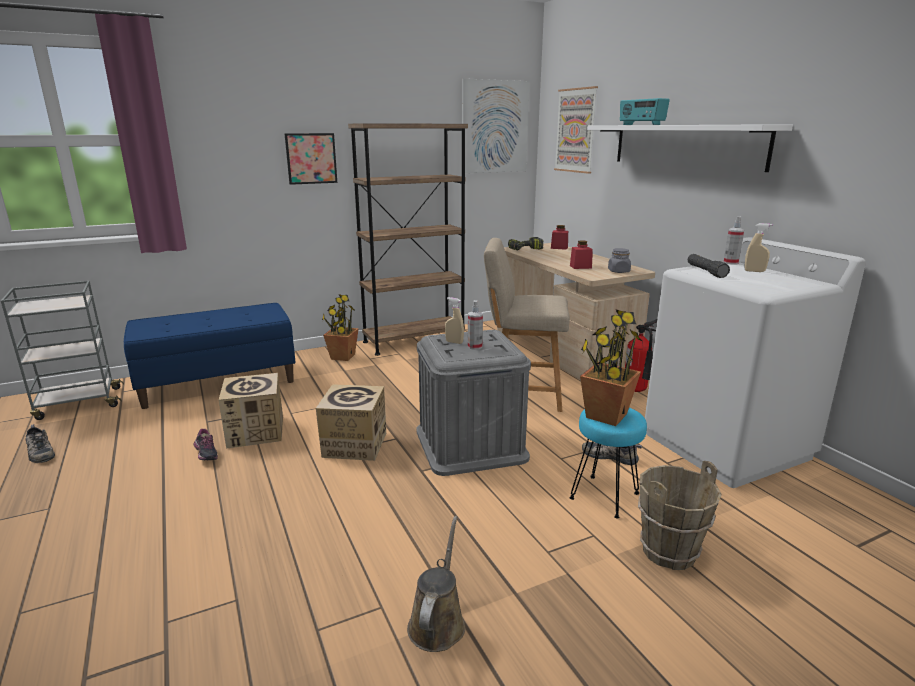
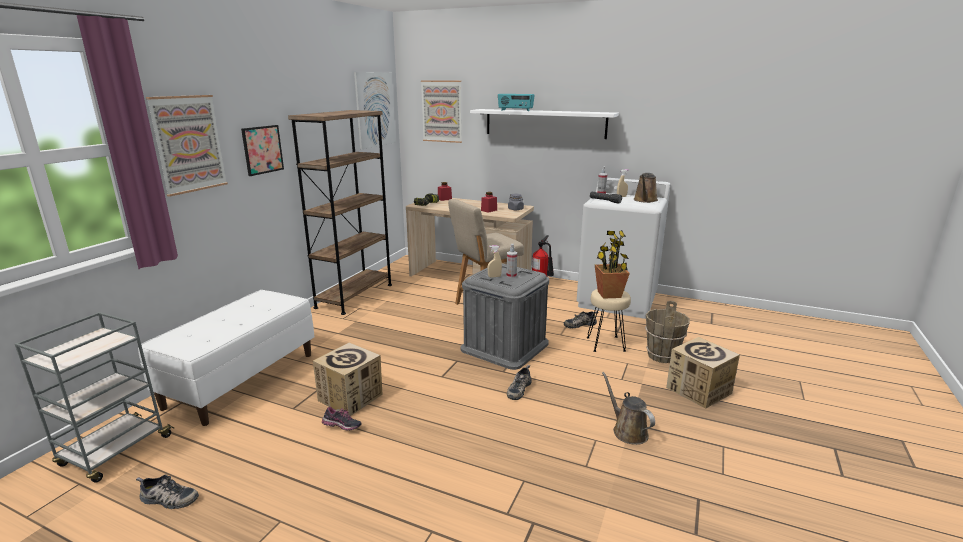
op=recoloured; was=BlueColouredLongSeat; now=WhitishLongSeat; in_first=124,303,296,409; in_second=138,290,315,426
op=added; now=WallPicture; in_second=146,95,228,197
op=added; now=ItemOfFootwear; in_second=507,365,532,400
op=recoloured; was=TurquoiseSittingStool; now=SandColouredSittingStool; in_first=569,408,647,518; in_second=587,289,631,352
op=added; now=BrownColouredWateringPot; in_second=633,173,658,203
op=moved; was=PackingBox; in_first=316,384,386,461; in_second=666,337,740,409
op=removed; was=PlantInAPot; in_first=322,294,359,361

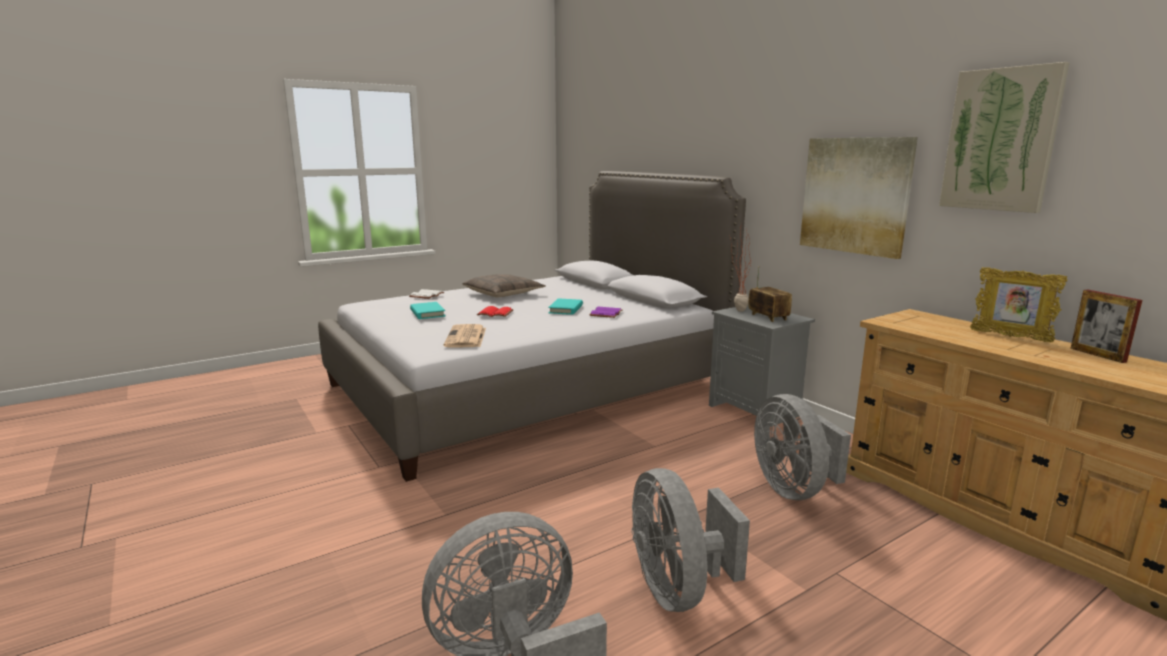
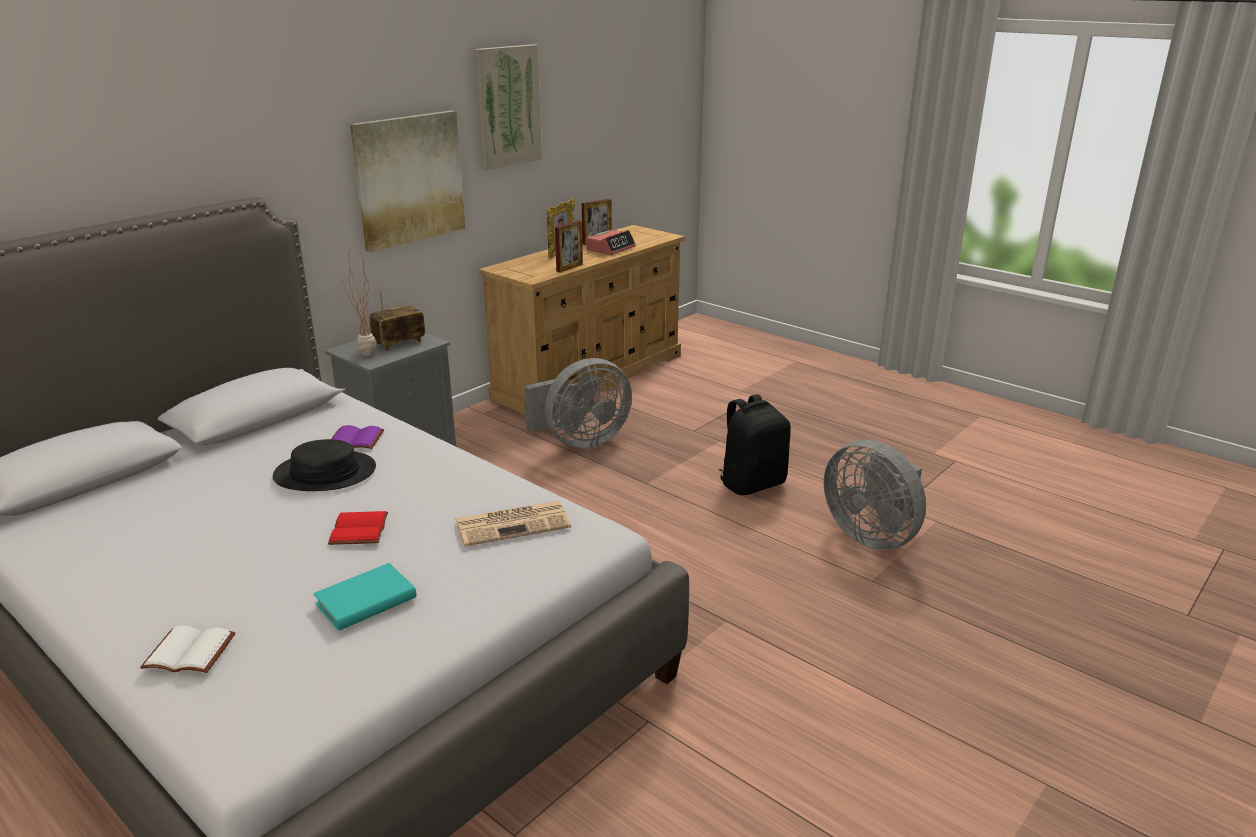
op=replaced; was=TurquoiseVolume; now=BlackishWearableHat; in_first=548,298,583,315; in_second=273,439,376,491
op=added; now=PhotoFrame; in_second=555,220,583,273
op=added; now=TableClock; in_second=586,230,636,255
op=replaced; was=GreyFan; now=BlackishBackpack; in_first=631,468,750,612; in_second=719,394,791,495
op=removed; was=Pillow; in_first=462,274,546,298

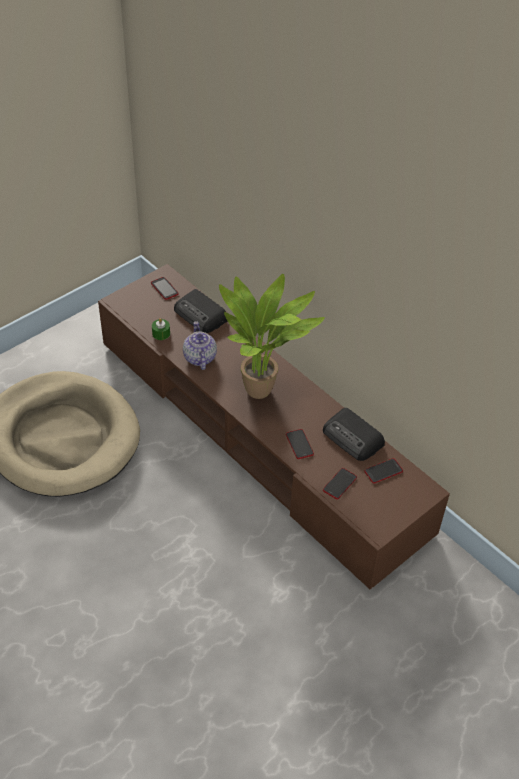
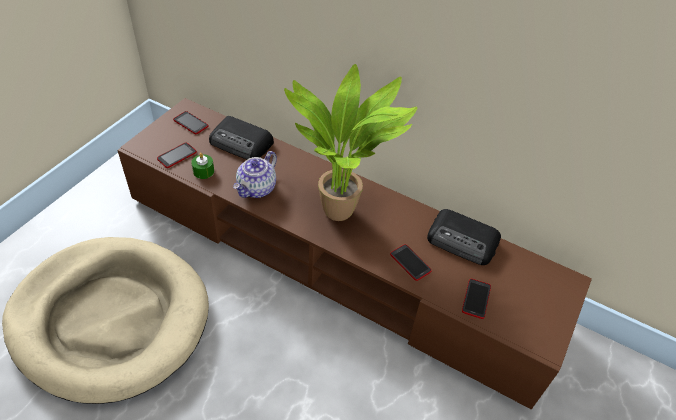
op=moved; was=Telephone; in_first=364,458,403,484; in_second=157,143,197,168
op=turned; was=Teapot; in_first=183,321,217,370; in_second=233,151,277,198; clockwise=-120

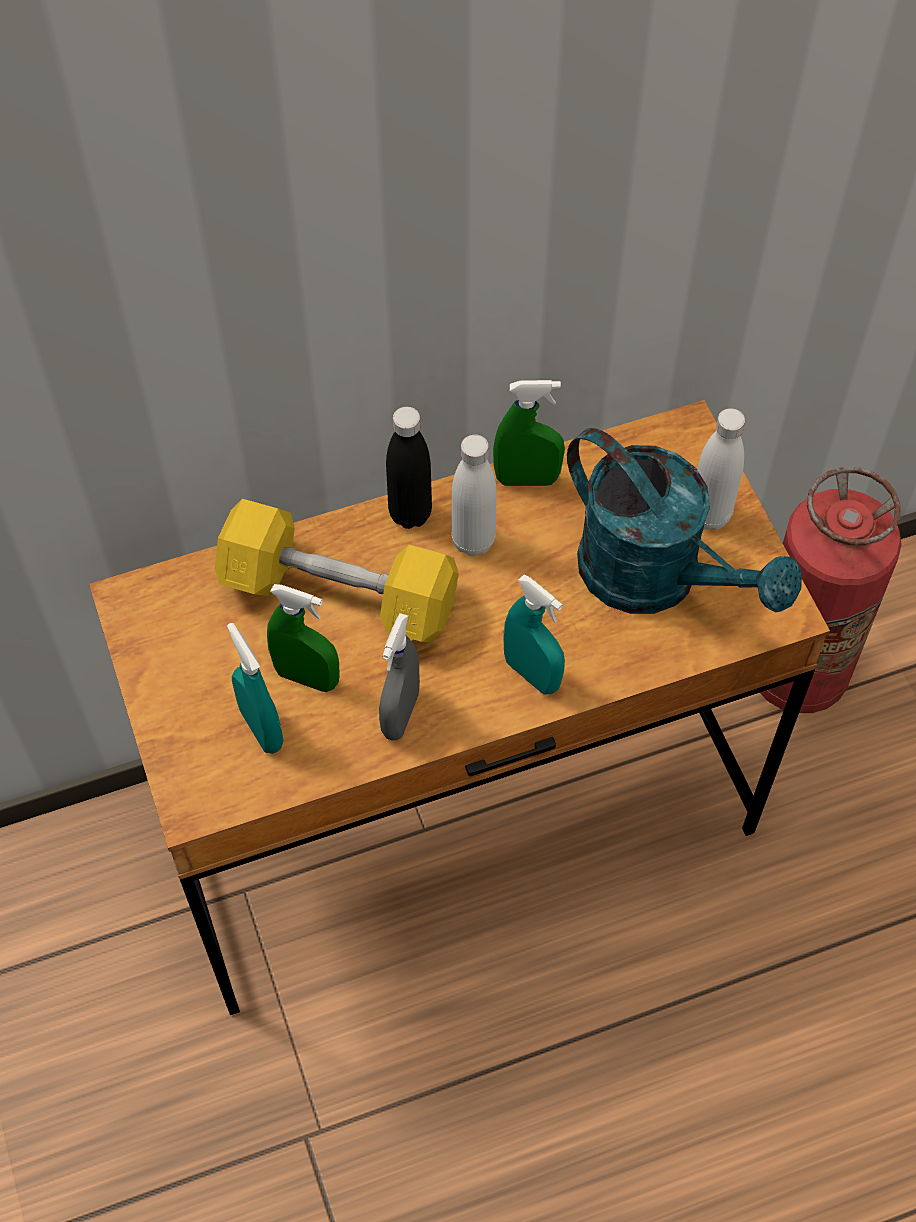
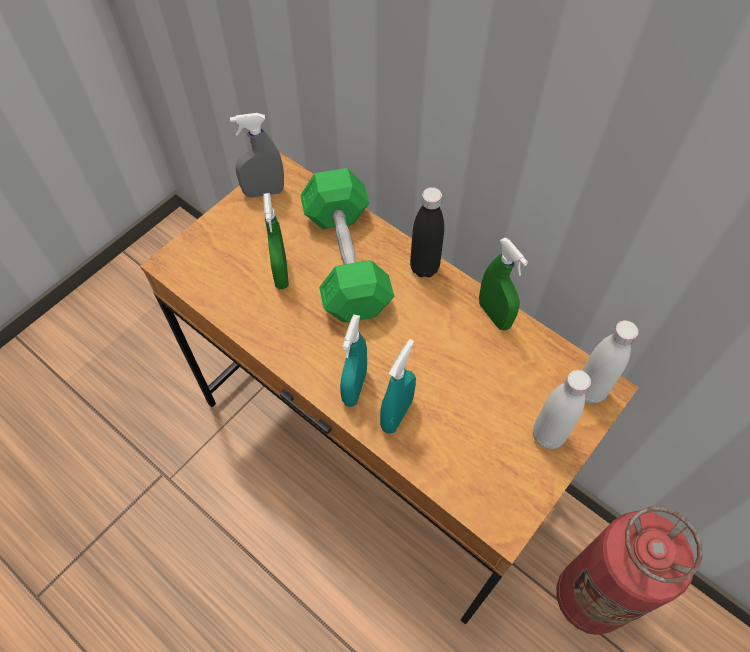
op=moved; was=GreySprayBottle; in_first=379,613,420,741; in_second=230,113,284,198
op=recoloured; was=YellowColouredDumbbell; now=GreenColouredDumbbell; in_first=215,499,459,642; in_second=300,168,395,322
op=moved; was=TurquoiseSprayBottle; in_first=227,623,283,754; in_second=380,339,416,434
op=moved; was=WhitishBottle; in_first=451,435,497,556; in_second=582,320,639,403
op=removed; was=TurquoiseWateringPot; in_first=567,428,802,614

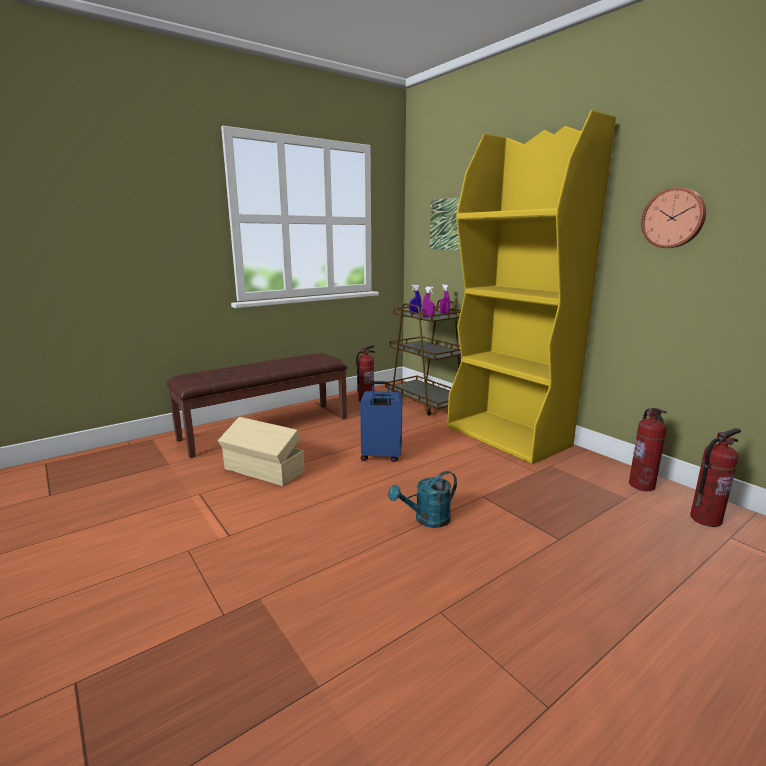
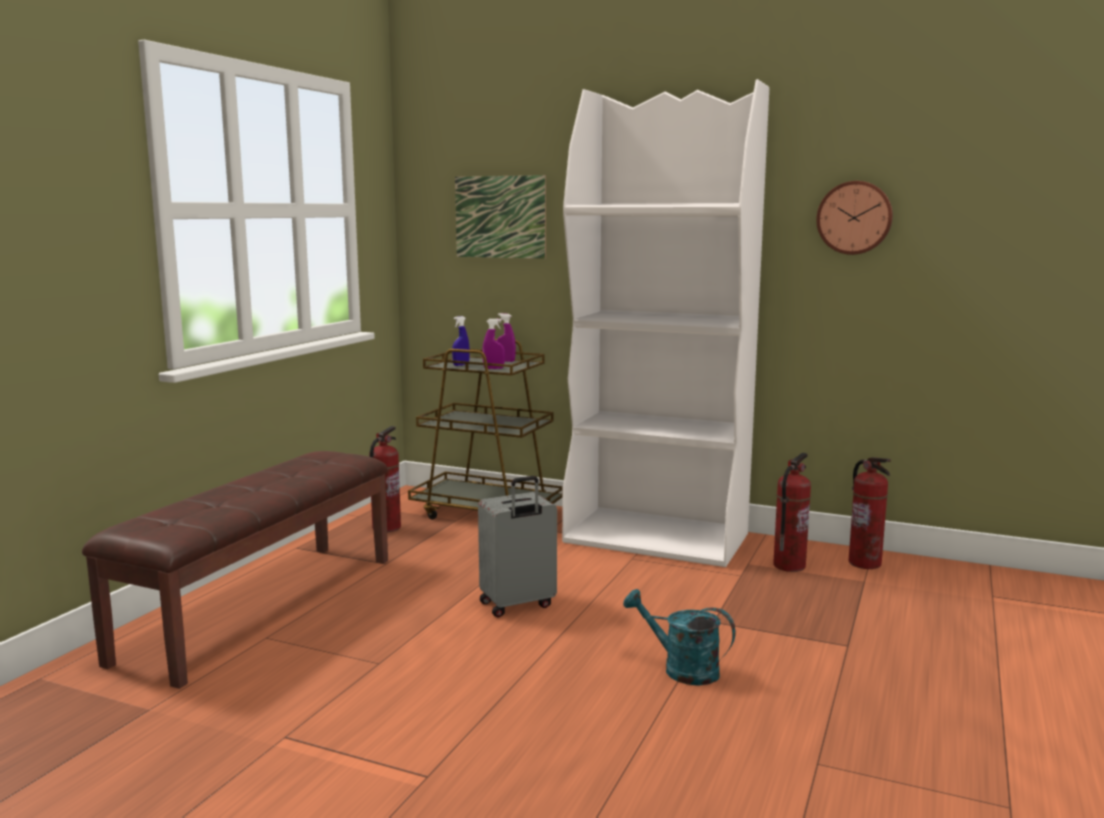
op=recoloured; was=BlueColouredPieceOfLuggage; now=GreyPieceOfLuggage; in_first=360,381,402,462; in_second=478,476,557,617
op=recoloured; was=YellowColouredShelvingUnit; now=WhitishShelvingUnit; in_first=447,110,616,464; in_second=562,79,769,567
op=turned; was=TurquoiseWateringPot; in_first=388,471,457,528; in_second=623,589,735,686; clockwise=90
op=moved; was=FireExtinguisher; in_first=690,428,741,527; in_second=773,453,811,572
op=removed; was=SandColouredStorageBox; in_first=218,417,305,486

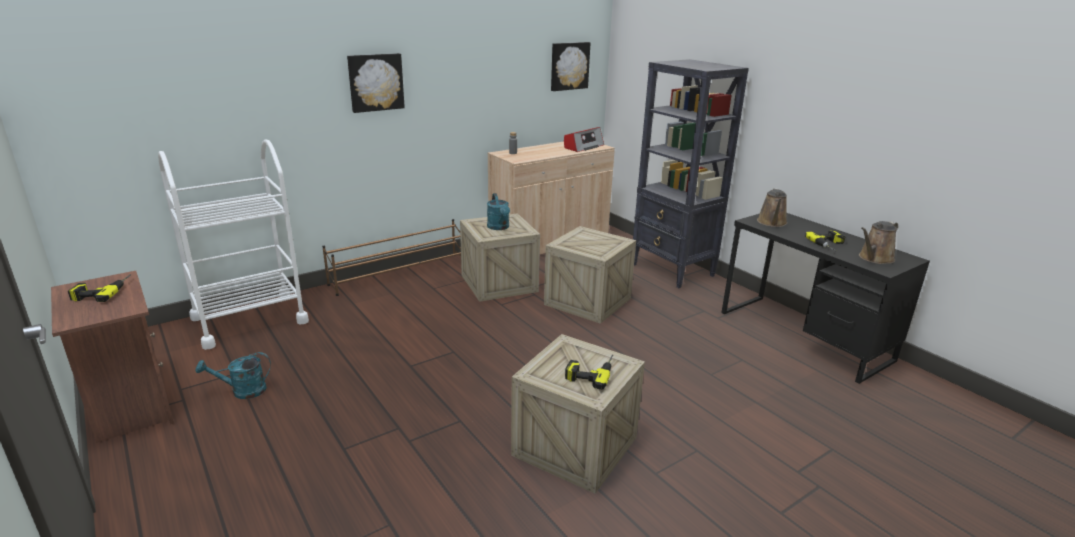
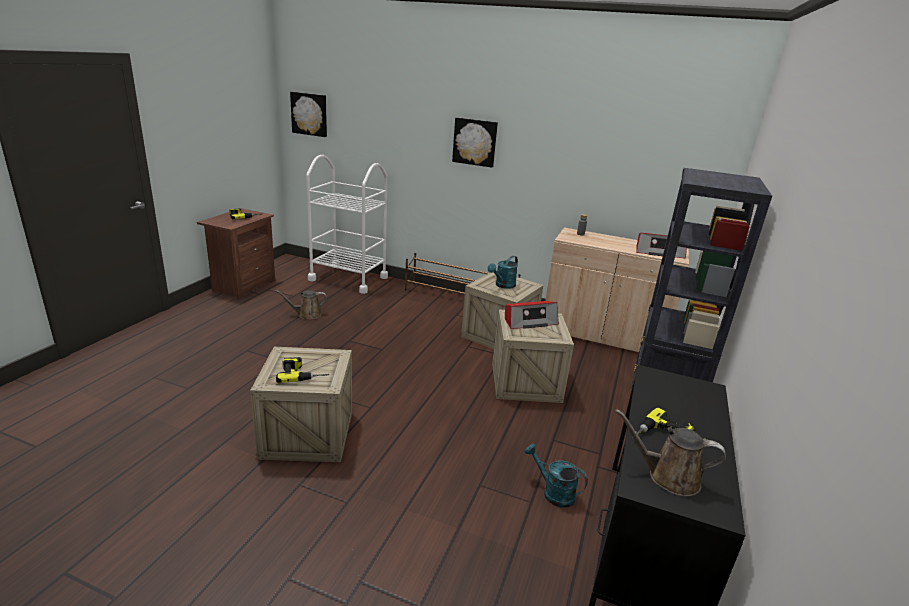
op=moved; was=BrownColouredWateringPot; in_first=757,188,787,227; in_second=275,290,327,319
op=moved; was=WallPicture; in_first=551,42,591,91; in_second=290,92,327,137
op=added; now=RadioSet; in_second=505,301,559,329
op=moved; was=TurquoiseWateringPot; in_first=195,352,271,399; in_second=524,444,588,508

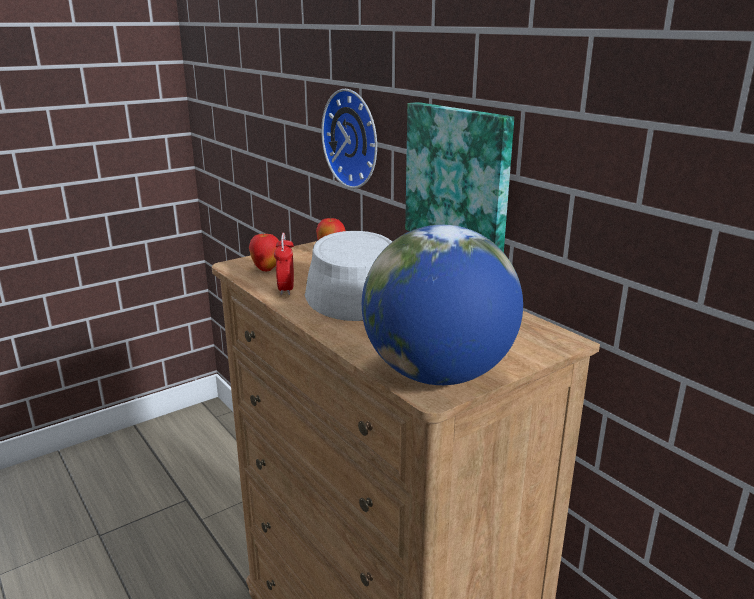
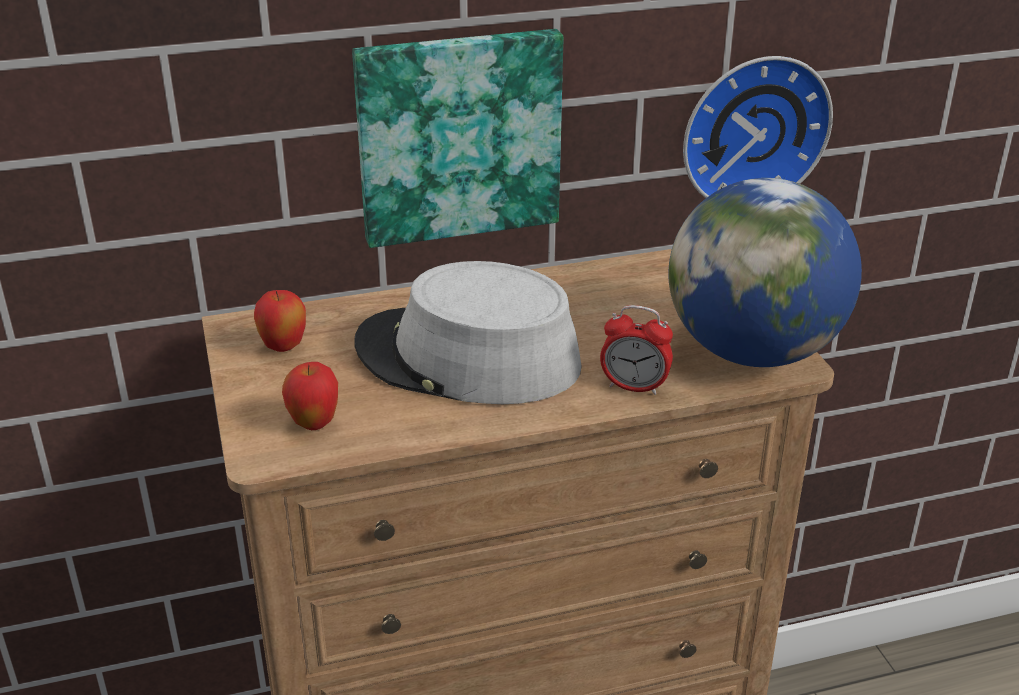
op=moved; was=TableClock; in_first=274,233,294,295; in_second=600,305,673,395
op=moved; was=ClockOnTheWall; in_first=321,89,377,189; in_second=683,56,833,198

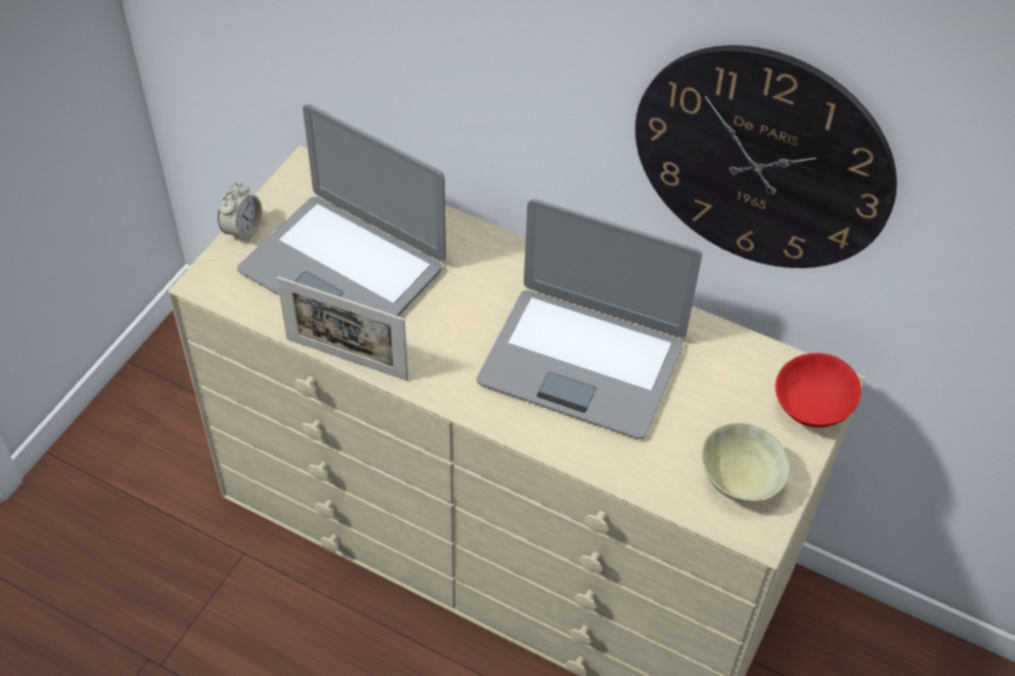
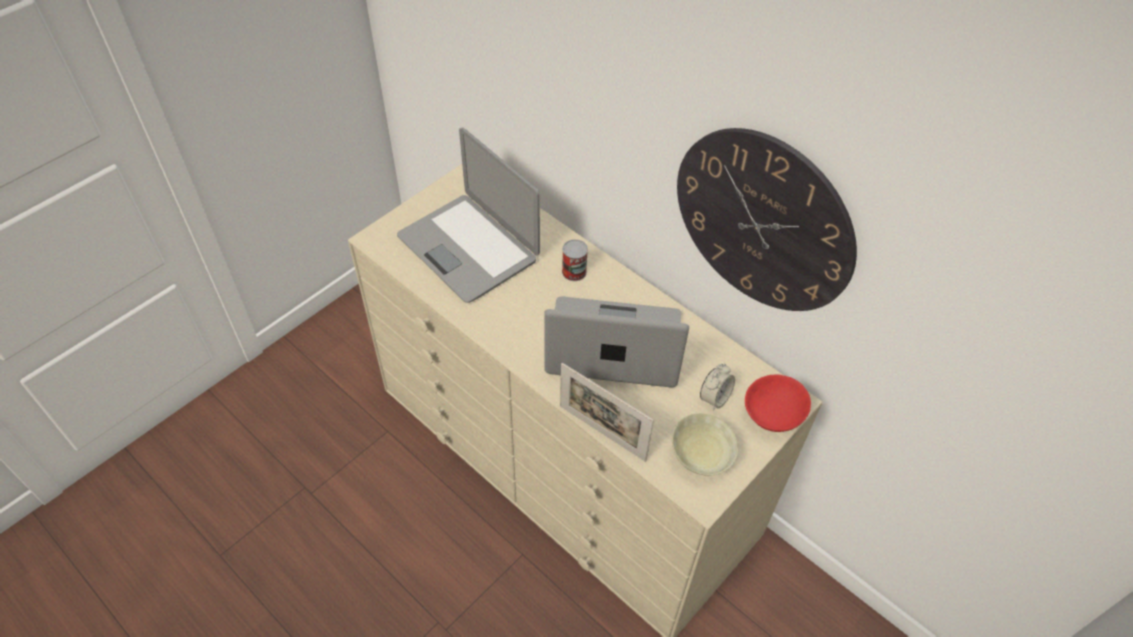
op=turned; was=Laptop; in_first=477,199,702,439; in_second=544,296,689,388; clockwise=150
op=moved; was=PhotoFrame; in_first=277,276,408,381; in_second=560,363,654,462
op=added; now=Can; in_second=562,239,588,281
op=moved; was=TableClock; in_first=218,183,262,244; in_second=700,364,735,410

